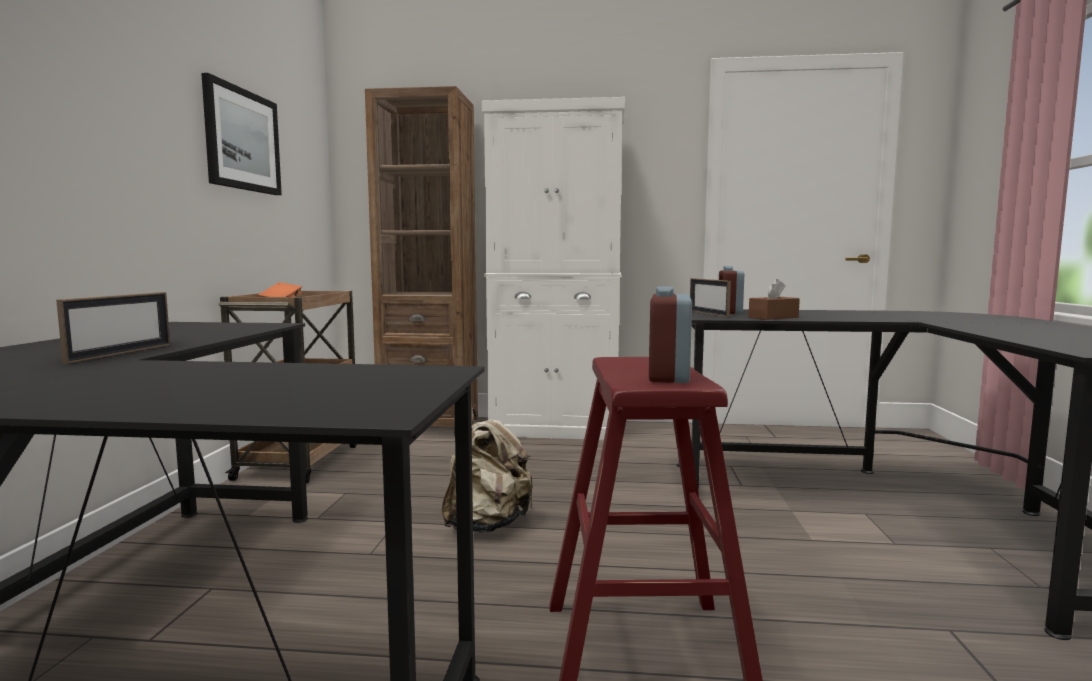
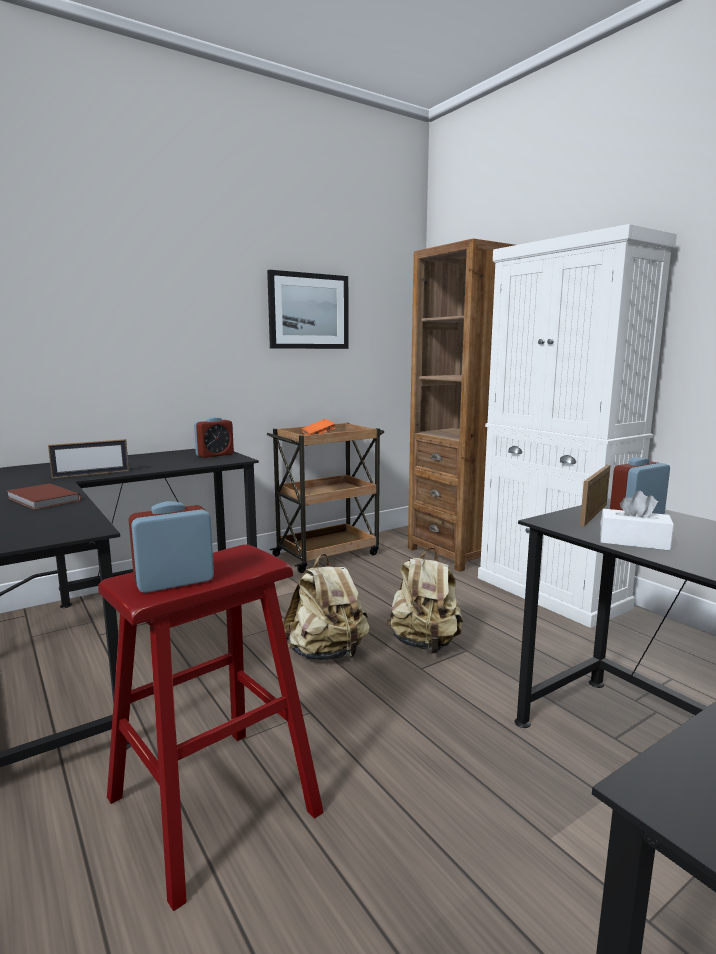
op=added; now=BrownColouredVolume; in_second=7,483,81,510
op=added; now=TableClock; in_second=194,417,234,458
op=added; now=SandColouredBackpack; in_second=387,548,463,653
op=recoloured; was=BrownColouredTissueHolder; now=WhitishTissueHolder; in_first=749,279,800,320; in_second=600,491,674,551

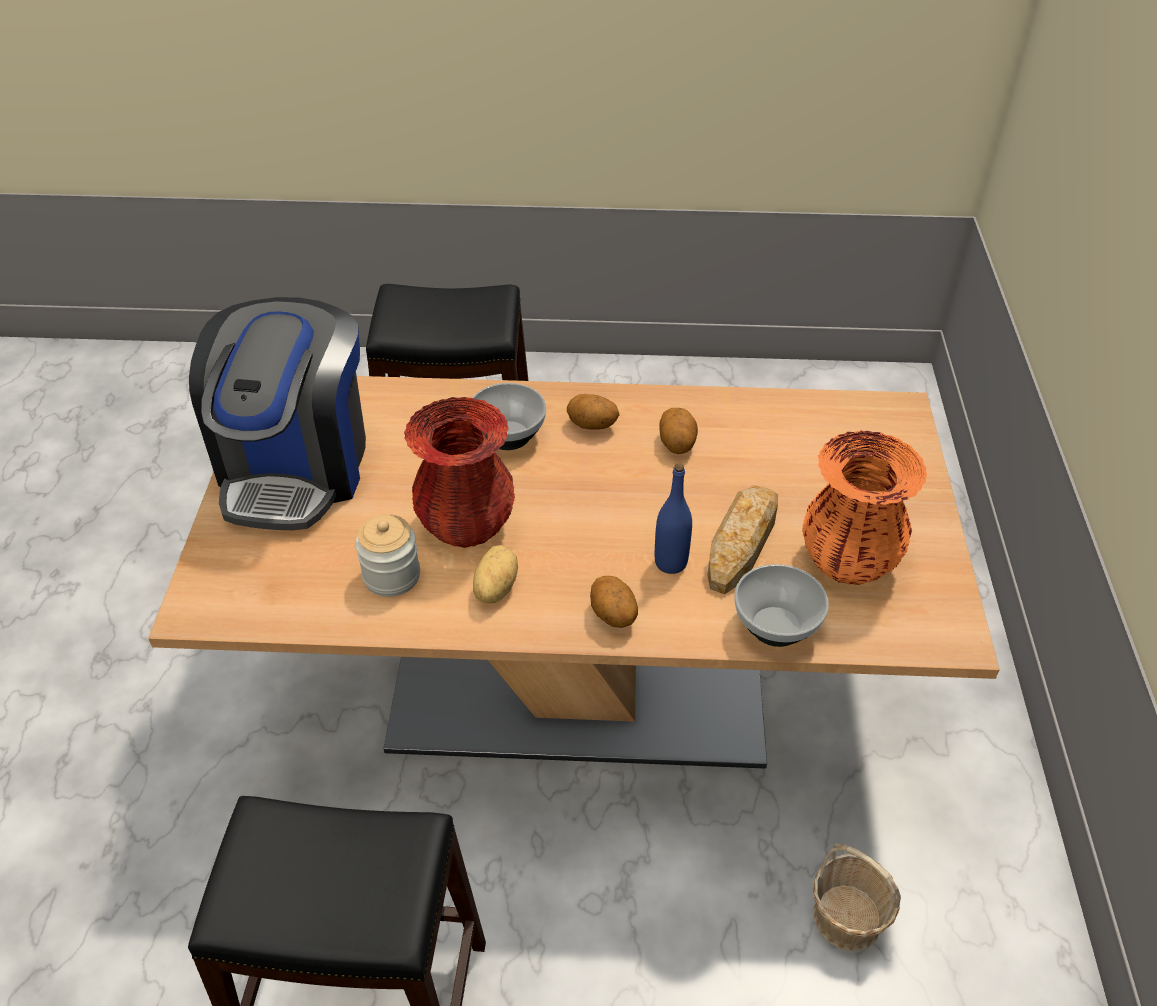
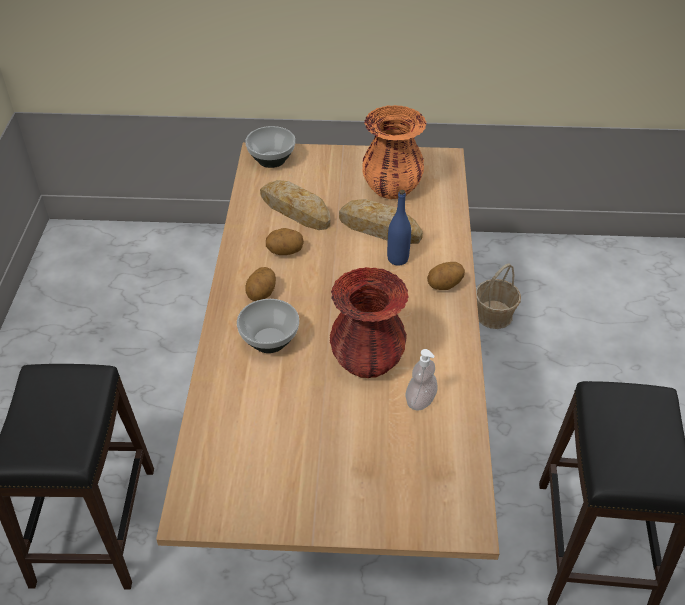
op=moved; was=Bowl; in_first=735,564,829,647; in_second=245,126,295,168
op=added; now=BakeryBread; in_second=260,180,331,230
op=replaced; was=PreserveJar; now=SoapDispenser; in_first=355,514,420,597; in_second=406,349,438,411
op=removed; was=CoffeeBrewer; in_first=189,297,366,530
op=removed; was=Potato; in_first=473,545,518,604

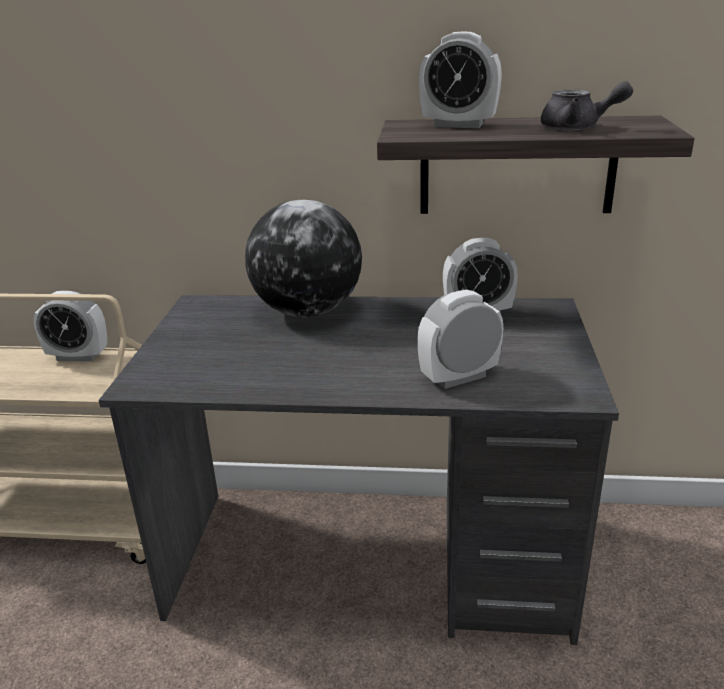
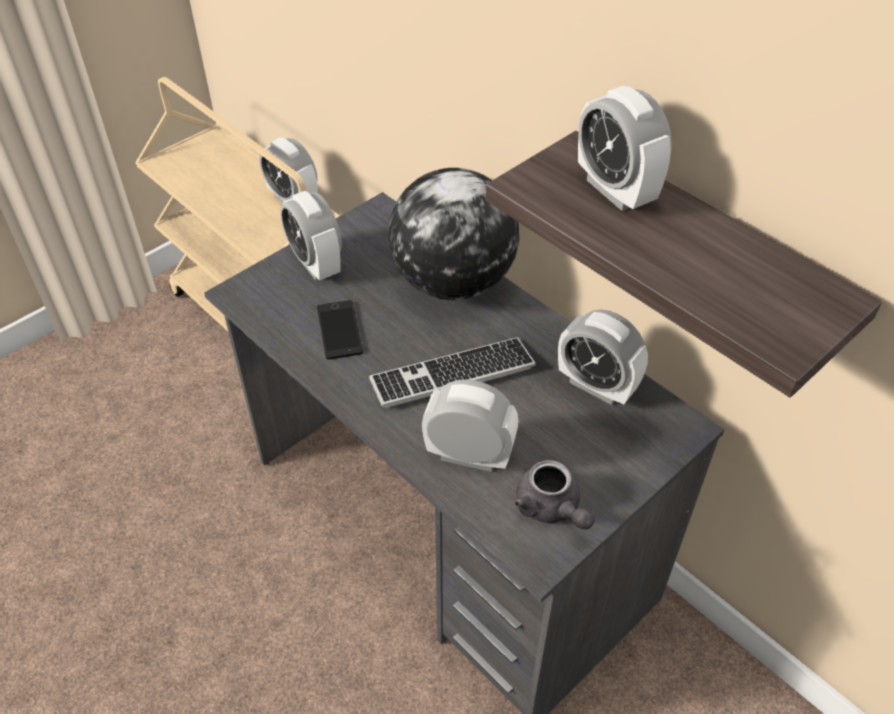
op=added; now=TableClock; in_second=280,191,342,281
op=added; now=Telephone; in_second=317,300,363,360
op=added; now=ComputerKeyboard; in_second=369,337,536,408
op=moved; was=GreyTeapot; in_first=541,81,633,130; in_second=514,460,595,530

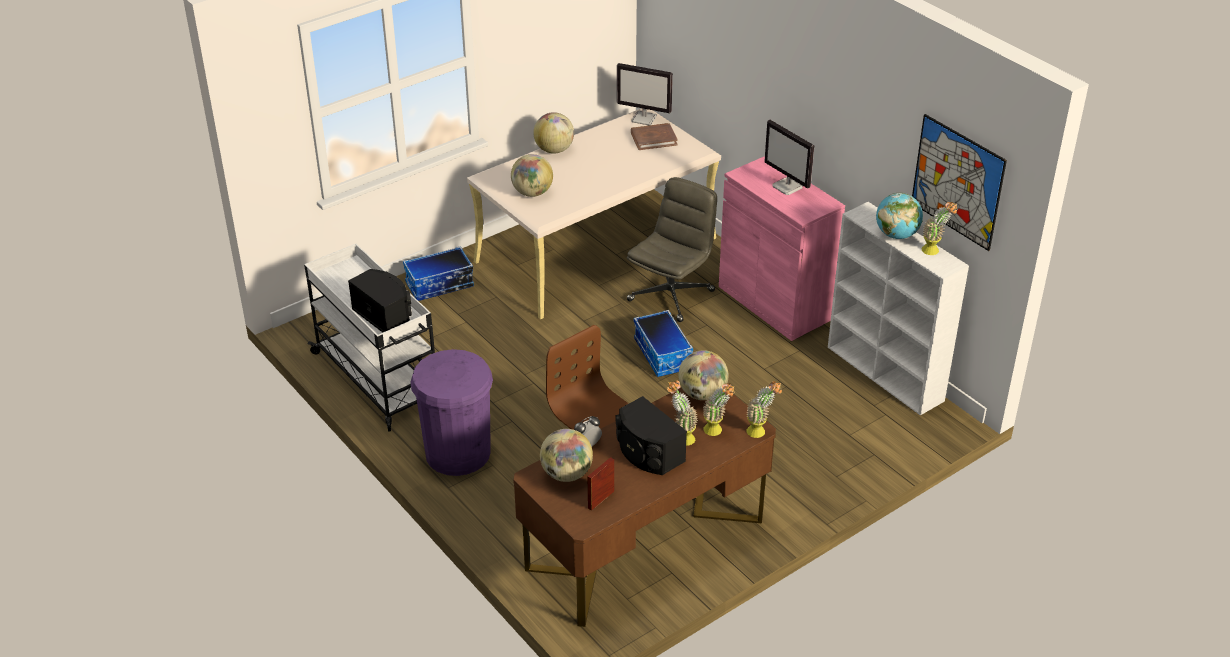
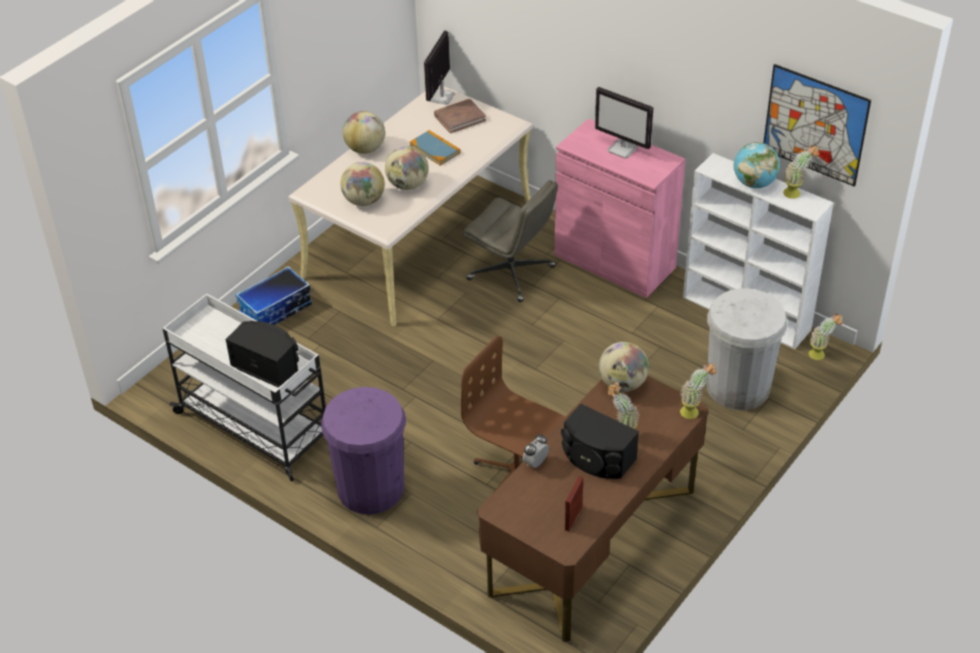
op=moved; was=Globe; in_first=540,429,593,482; in_second=385,146,429,190
op=added; now=Volume; in_second=410,130,461,166
op=turned; was=ComputerScreen; in_first=617,63,673,125; in_second=424,31,455,105; clockwise=105
op=turned; was=GreyDeskChair; in_first=627,177,717,322; in_second=463,180,558,302; clockwise=105
op=added; now=WhitishWasteBin; in_second=707,288,788,410
op=moved; was=PlantInAPot; in_first=703,383,735,436; in_second=809,314,843,360
op=removed; was=StorageBox; in_first=634,310,693,377

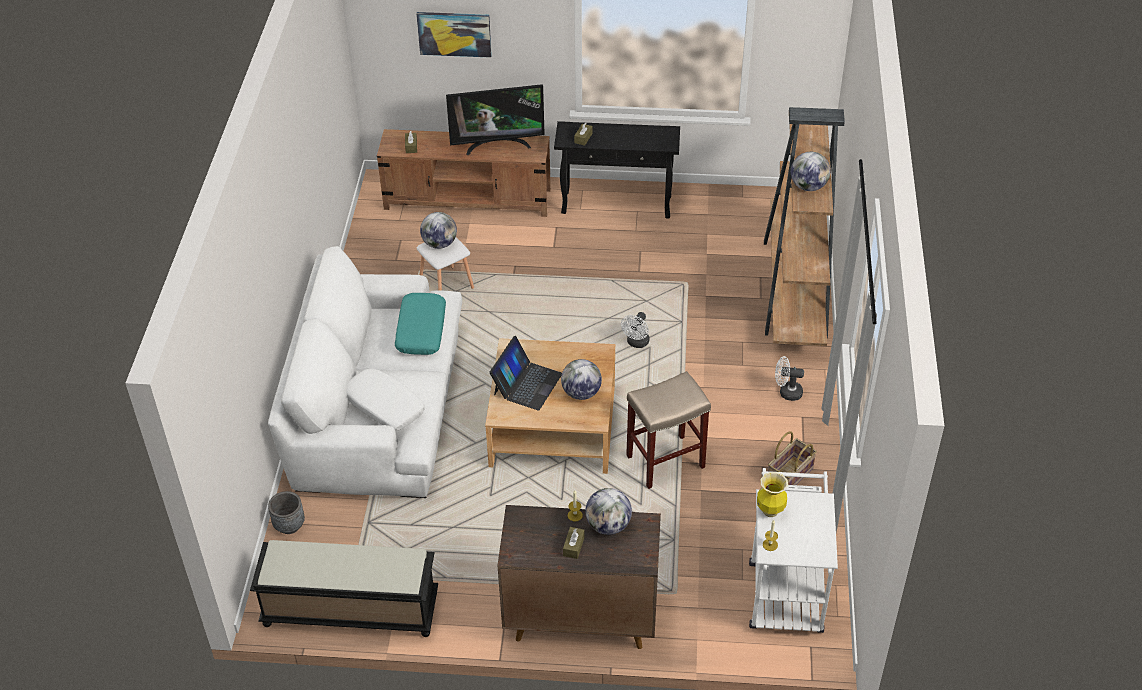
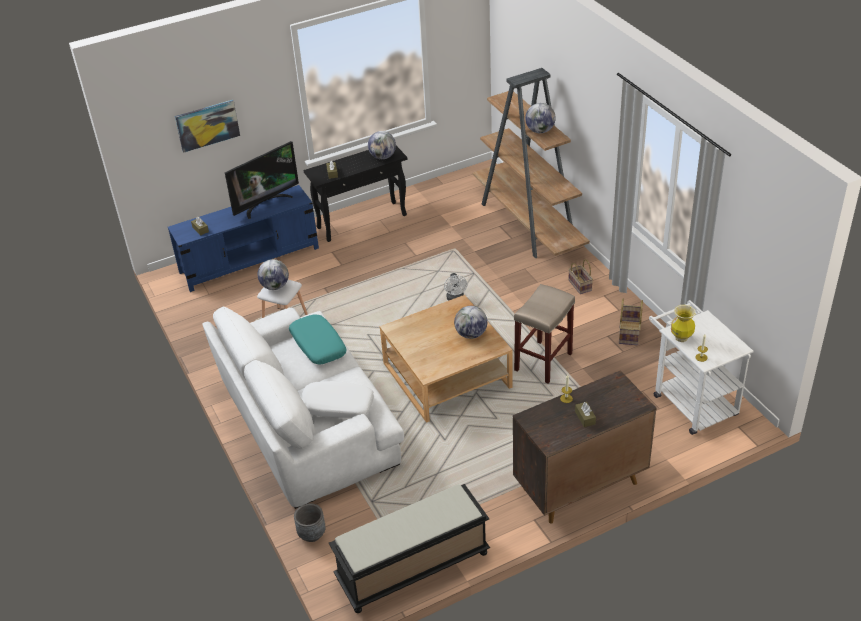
op=recoloured; was=BrownColouredTvStand; now=BlueColouredTvStand; in_first=377,129,551,217; in_second=168,185,319,292
op=moved; was=Globe; in_first=585,488,632,535; in_second=368,131,396,159
op=replaced; was=WhitishFan; now=StorageBasket; in_first=775,356,804,401; in_second=568,259,593,294
op=removed; was=Laptop; in_first=489,336,562,411

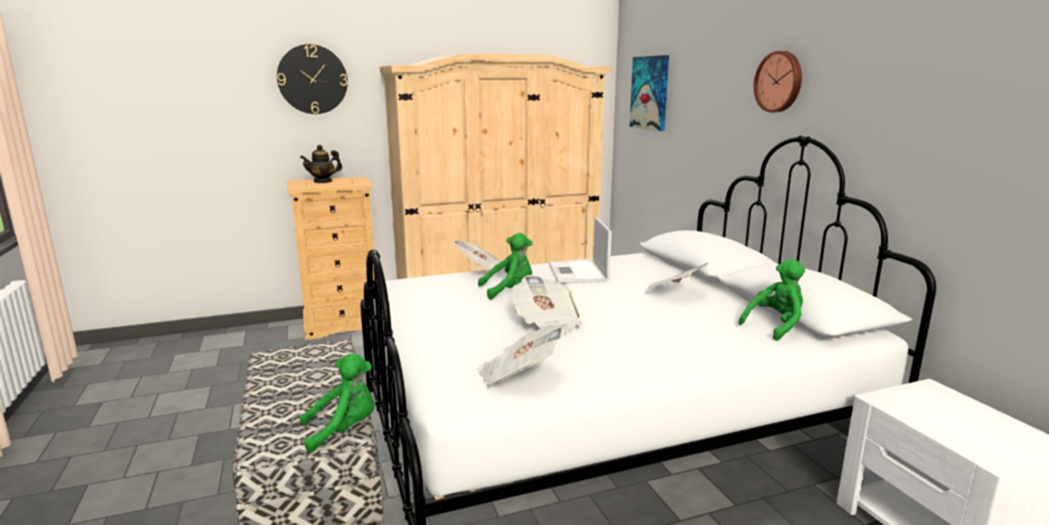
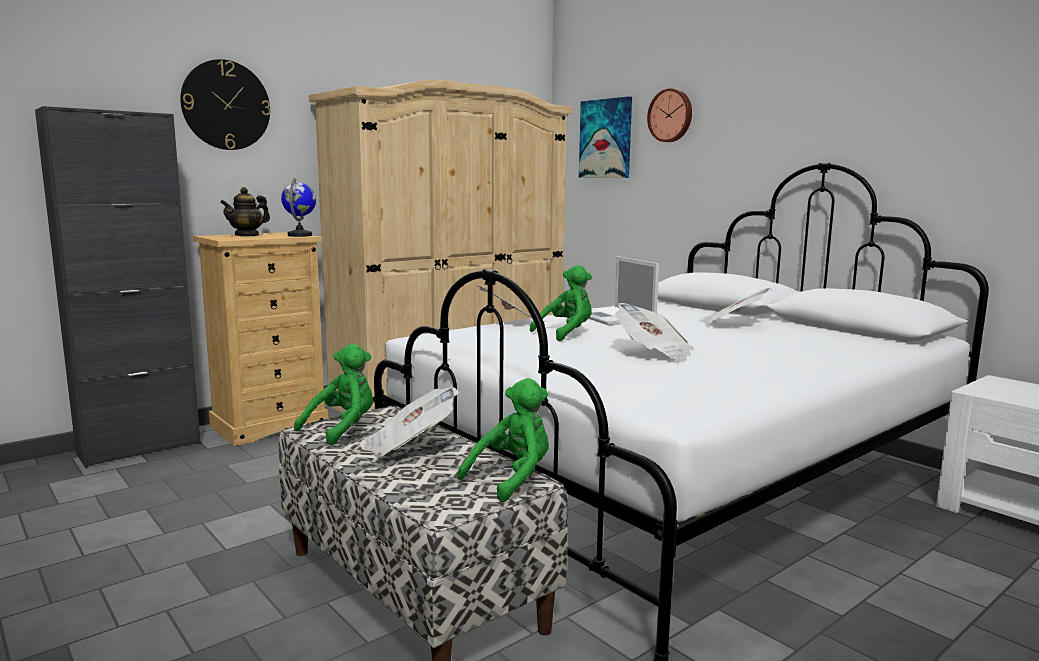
op=added; now=BlackishCabinet; in_second=35,106,201,468
op=added; now=Globe; in_second=281,178,316,237
op=moved; was=GreenColouredCuddlyToy; in_first=738,259,805,341; in_second=294,344,373,445
op=moved; was=DailyPaper; in_first=477,325,566,386; in_second=359,387,459,456
op=moved; was=ClockOnTheWall; in_first=754,51,802,112; in_second=647,88,692,142

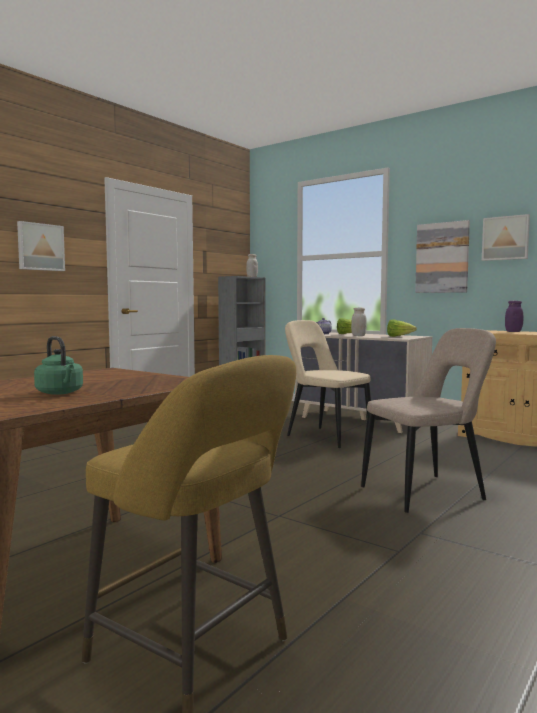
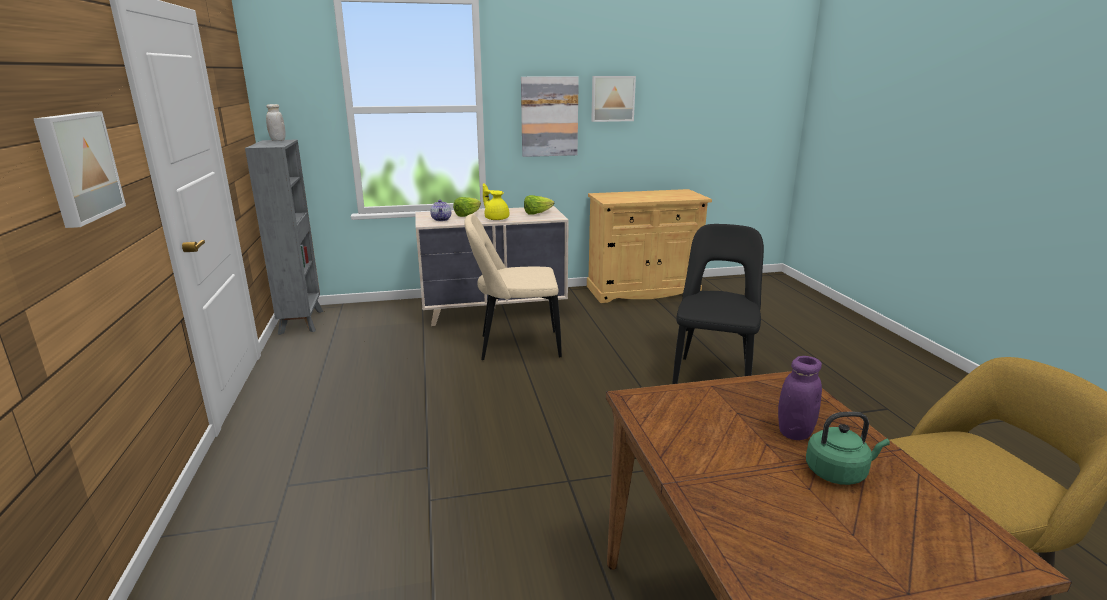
op=replaced; was=WhitishPreserveJar; now=YellowColouredTeapot; in_first=351,307,367,336; in_second=483,183,509,220
op=recoloured; was=SandColouredPlainChair; now=BlackishPlainChair; in_first=361,328,496,513; in_second=672,224,764,384
op=moved; was=PurpleColouredPreserveJar; in_first=505,300,523,332; in_second=778,356,822,440

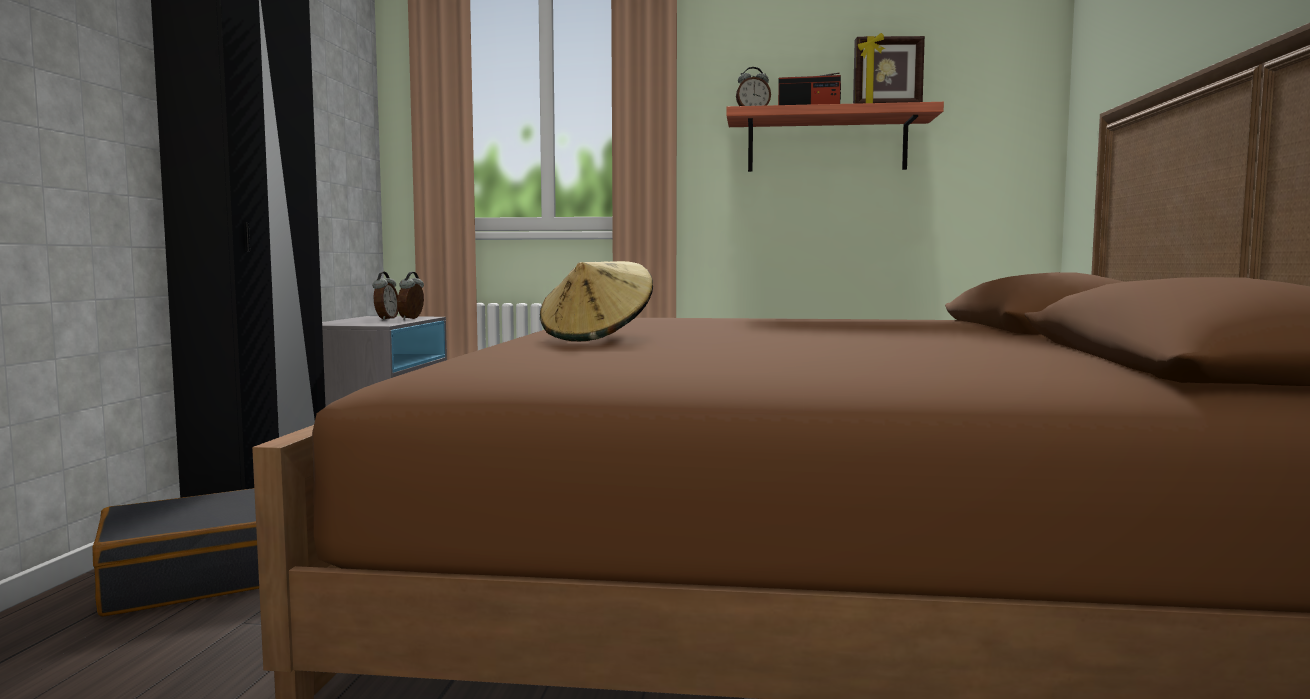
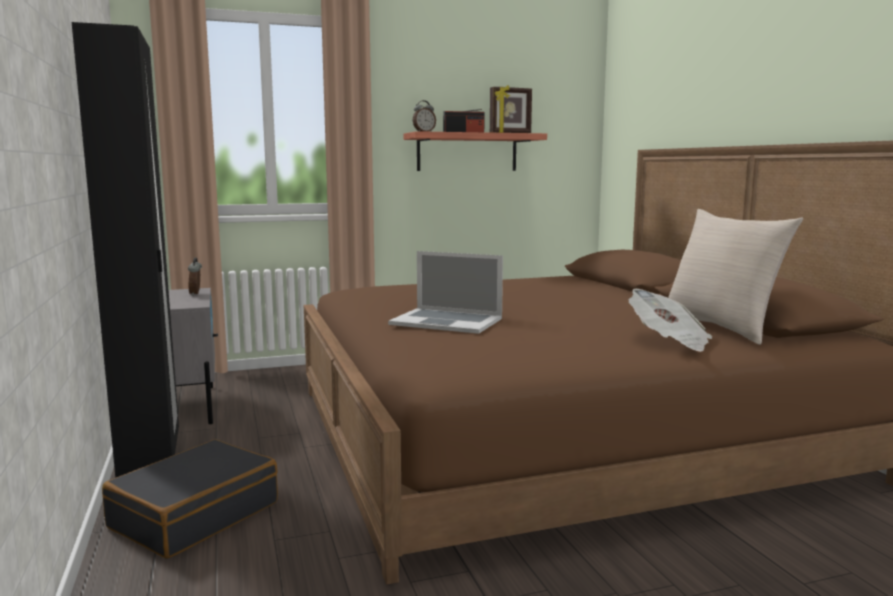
op=replaced; was=SandColouredWearableHat; now=Laptop; in_first=540,261,653,342; in_second=388,251,503,334
op=added; now=DailyPaper; in_second=628,289,712,352
op=added; now=SandColouredPillow; in_second=668,209,803,345
op=removed; was=TableClock; in_first=373,272,398,320

